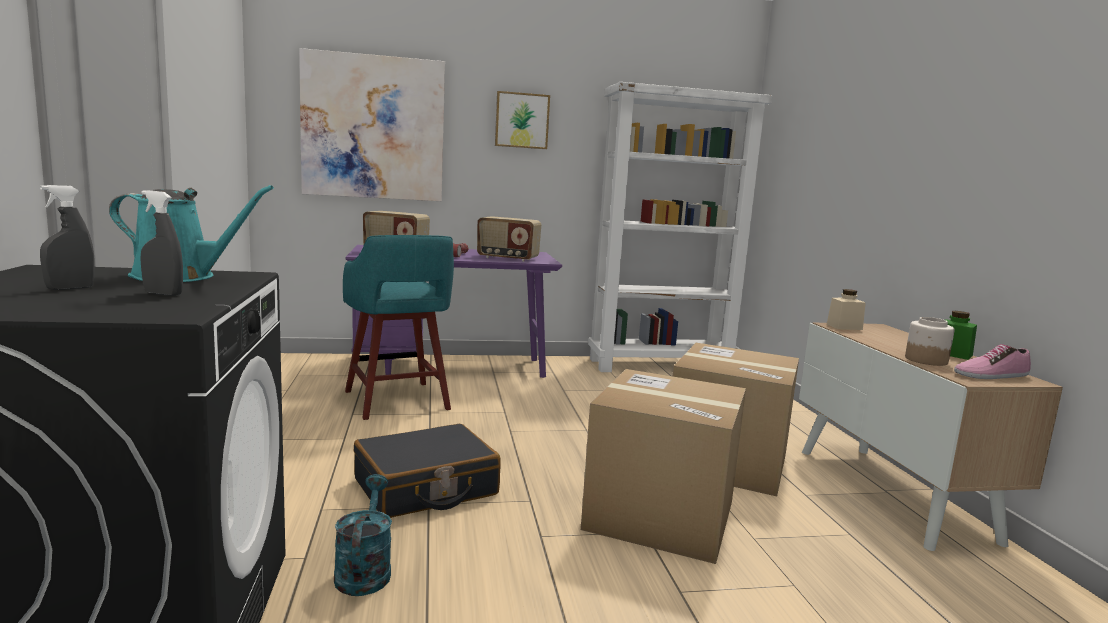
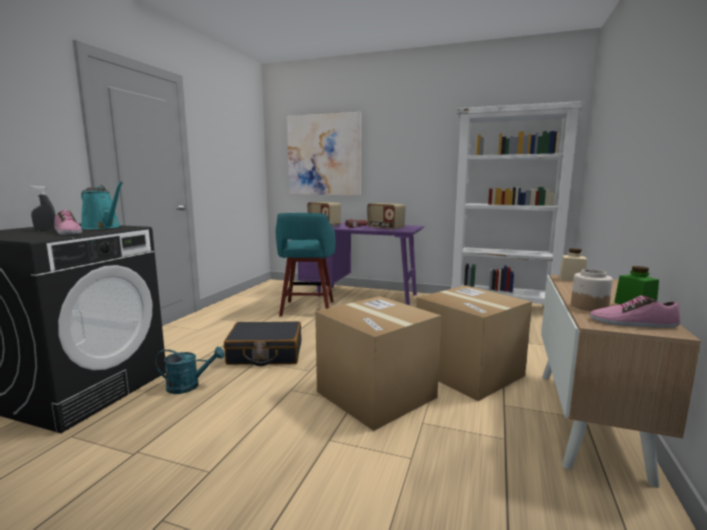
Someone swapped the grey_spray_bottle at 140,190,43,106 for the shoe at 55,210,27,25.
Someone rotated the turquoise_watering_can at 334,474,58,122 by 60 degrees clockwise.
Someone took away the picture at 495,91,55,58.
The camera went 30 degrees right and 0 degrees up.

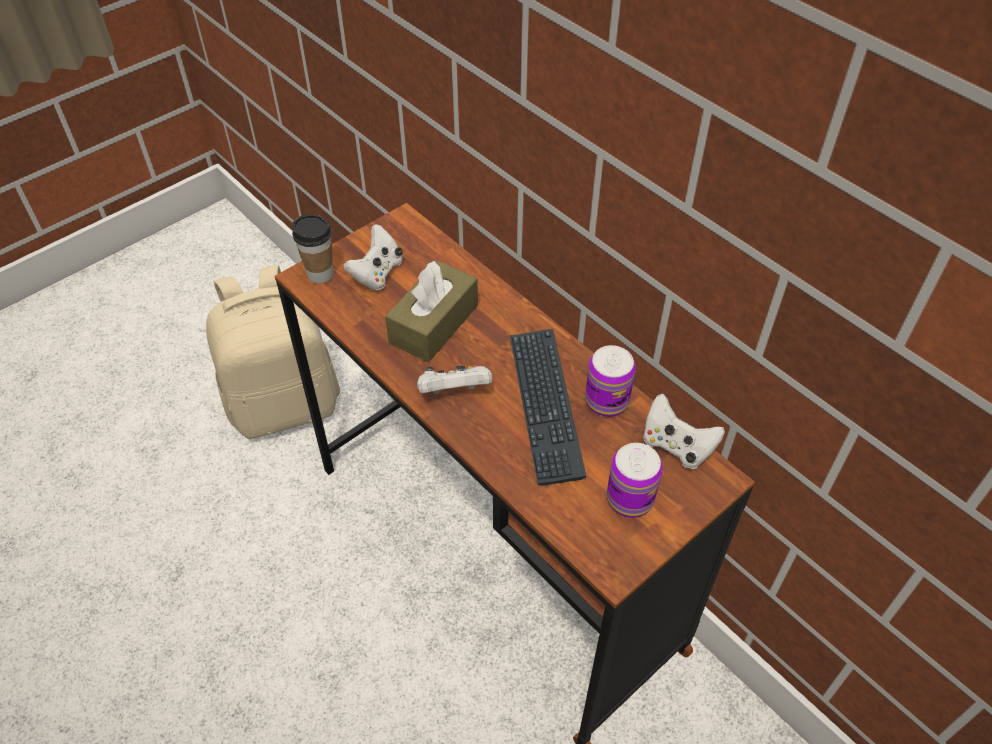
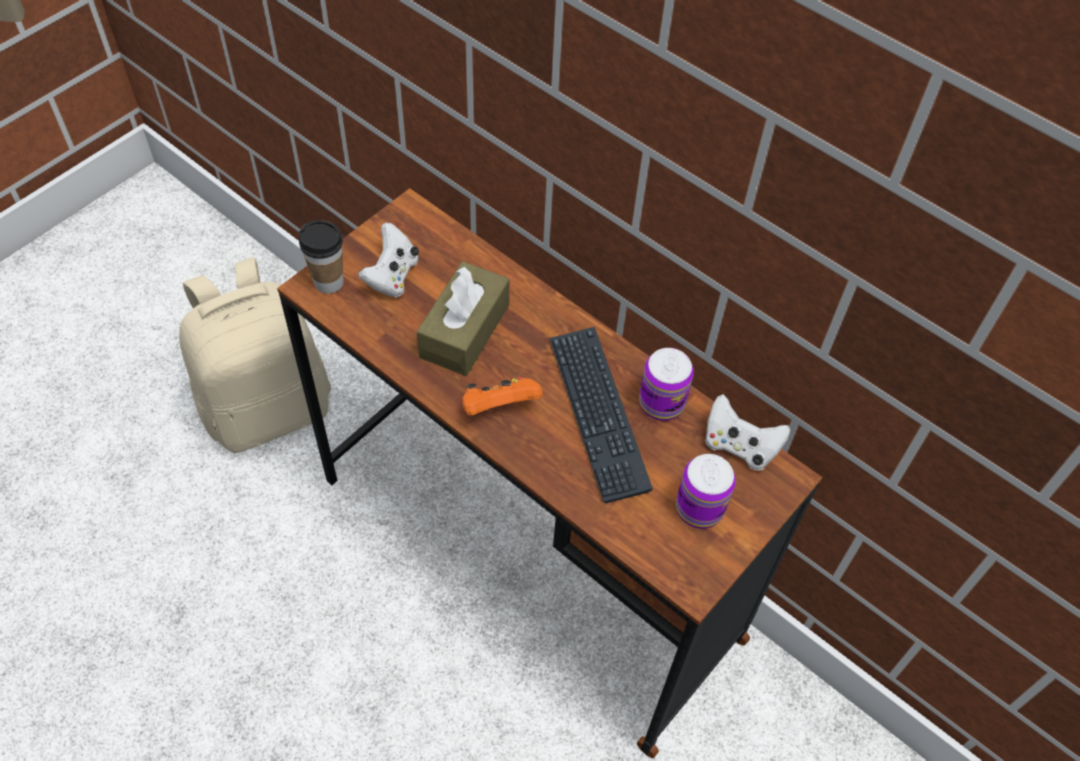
Someone repainted the white_game_controller at 417,365,75,30, which became the orange_game_controller at 462,377,80,39.
The camera went 10 degrees left and 5 degrees up.

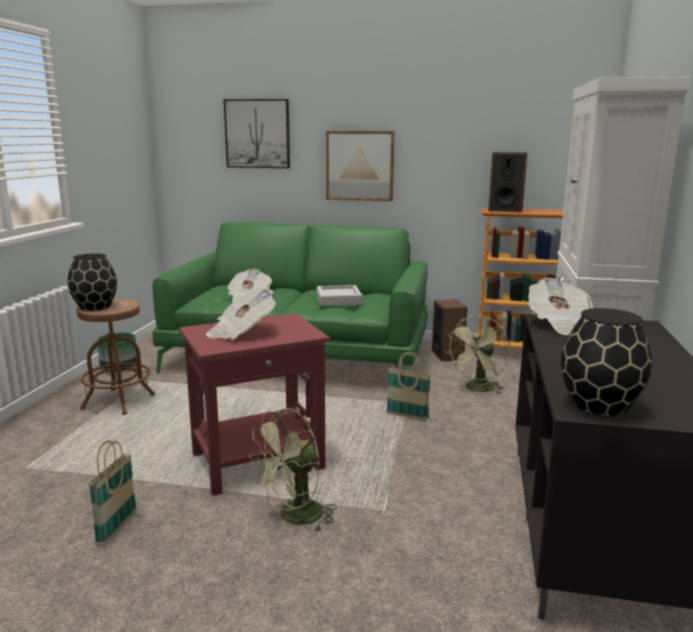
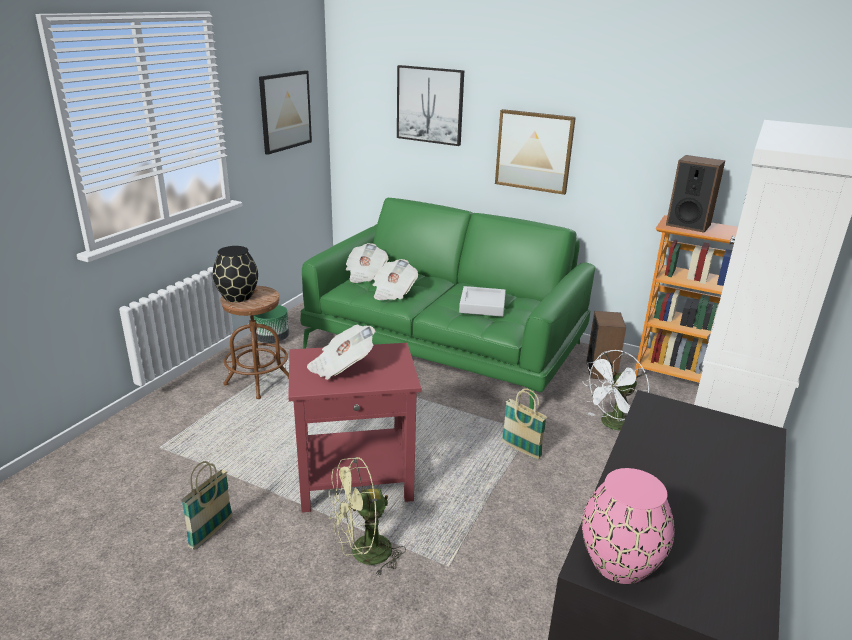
Someone repainted the green_fan at 445,315,65,79, which became the white_fan at 582,350,68,81.
Someone carried the newspaper from 528,278,65,57 to 346,243,42,40.
Someone repainted the black_vase at 561,308,91,108, which became the pink_vase at 582,468,92,116.
Someone put up the picture at 259,70,53,85.
The camera went 15 degrees right and 10 degrees up.

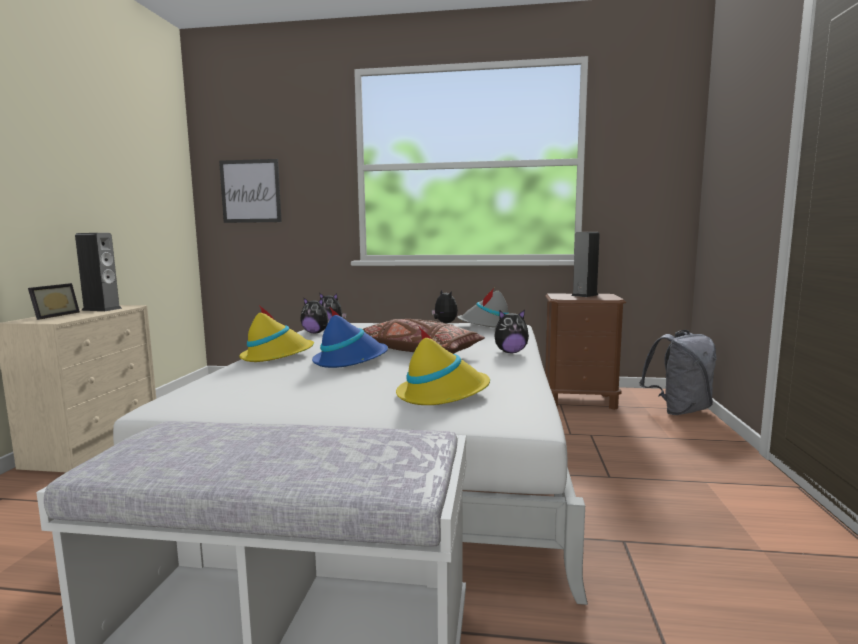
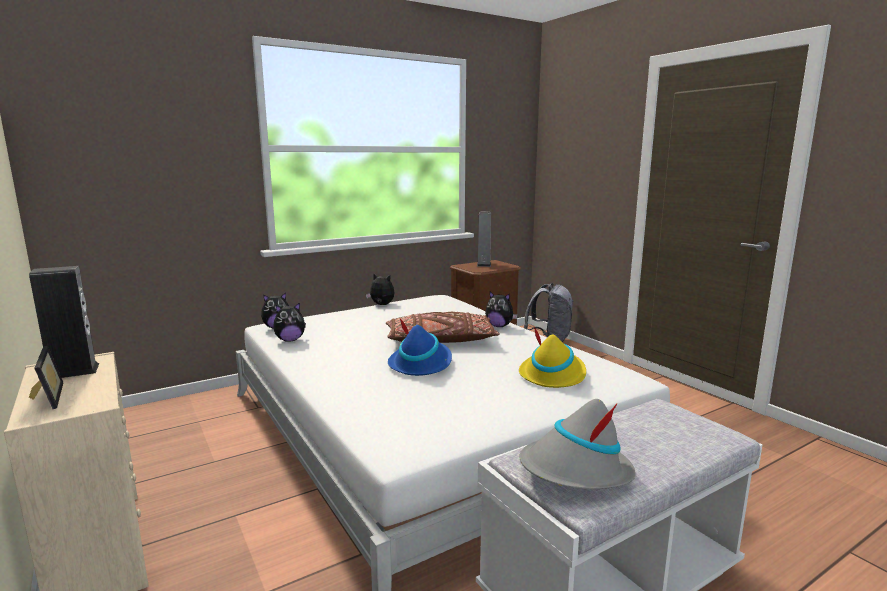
Someone took away the picture at 219,159,63,64.
Someone took away the yellow_hat at 239,305,75,57.
Someone carried the grey_hat from 457,288,52,40 to 519,399,117,90.
Someone rotated the plush_toy at 494,310,35,43 by 75 degrees clockwise.
The camera went 40 degrees left and 5 degrees up.

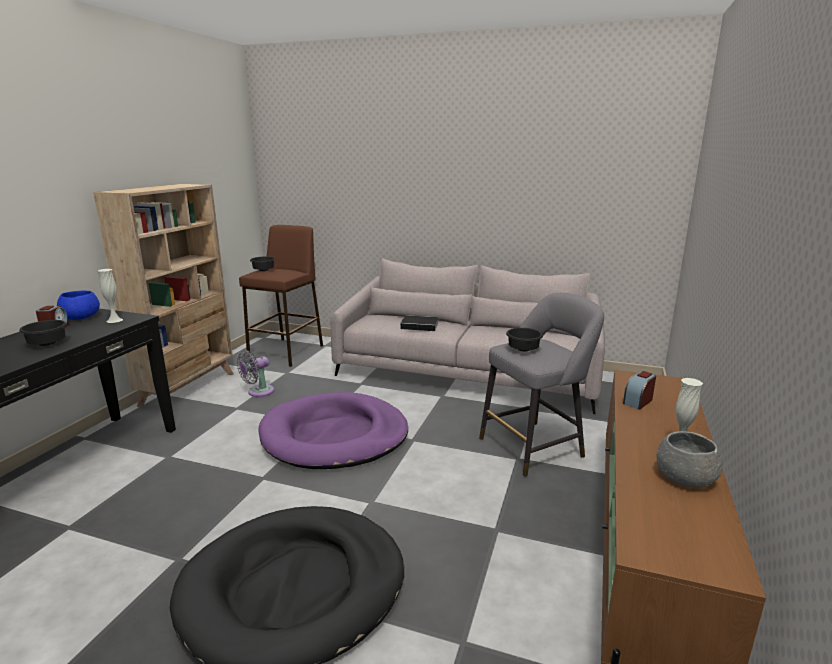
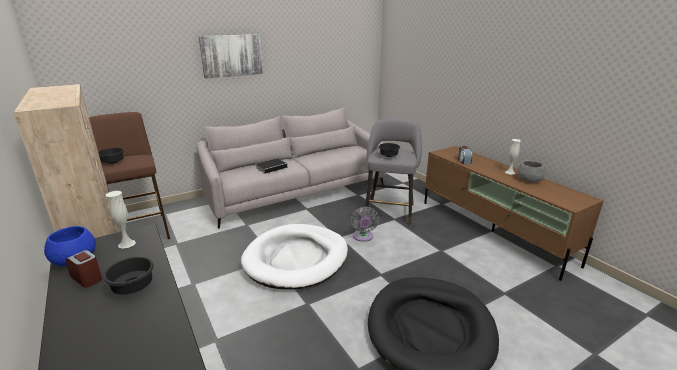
Someone carried the grey_fan from 237,350,37,47 to 351,207,28,35.
Someone repainted the purple_dog_bed at 258,392,150,77, which became the white_dog_bed at 241,224,107,65.
Someone put up the picture at 199,34,64,45.
The camera went 50 degrees left and 5 degrees up.

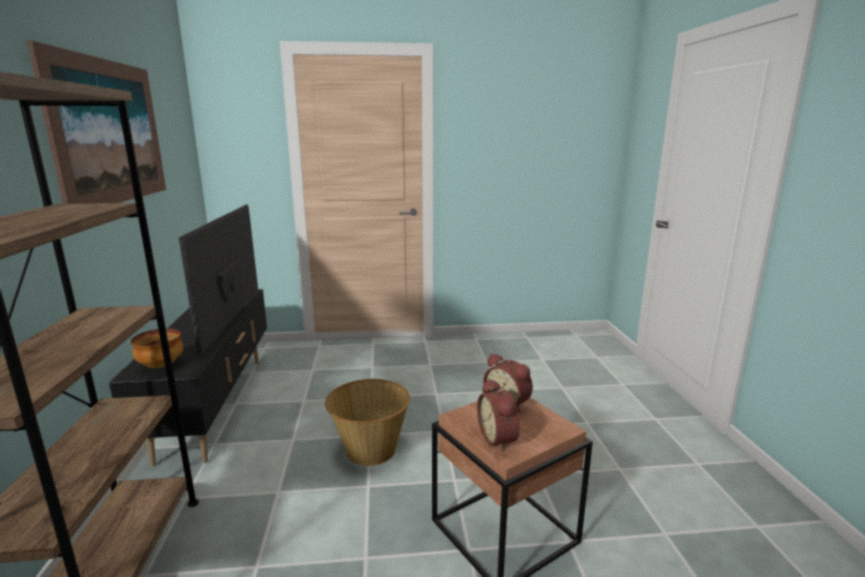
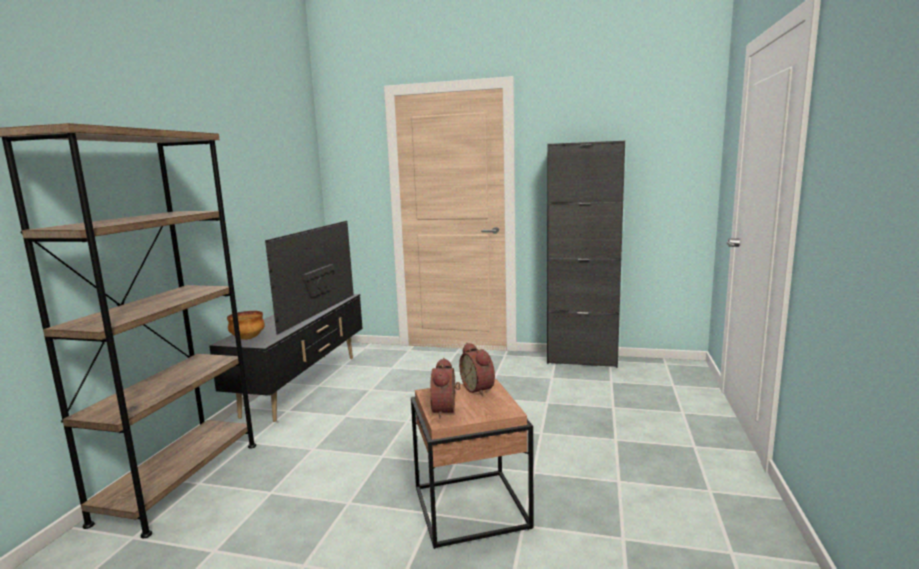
Someone took away the picture at 27,41,139,163.
Someone took away the basket at 325,379,85,87.
Someone put down the black_cabinet at 547,141,78,227.
The camera went 20 degrees right and 5 degrees down.

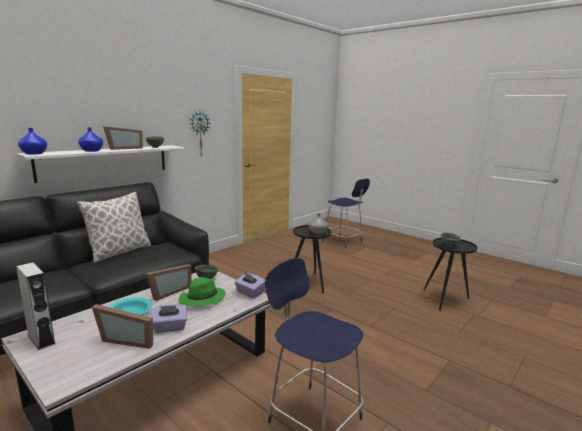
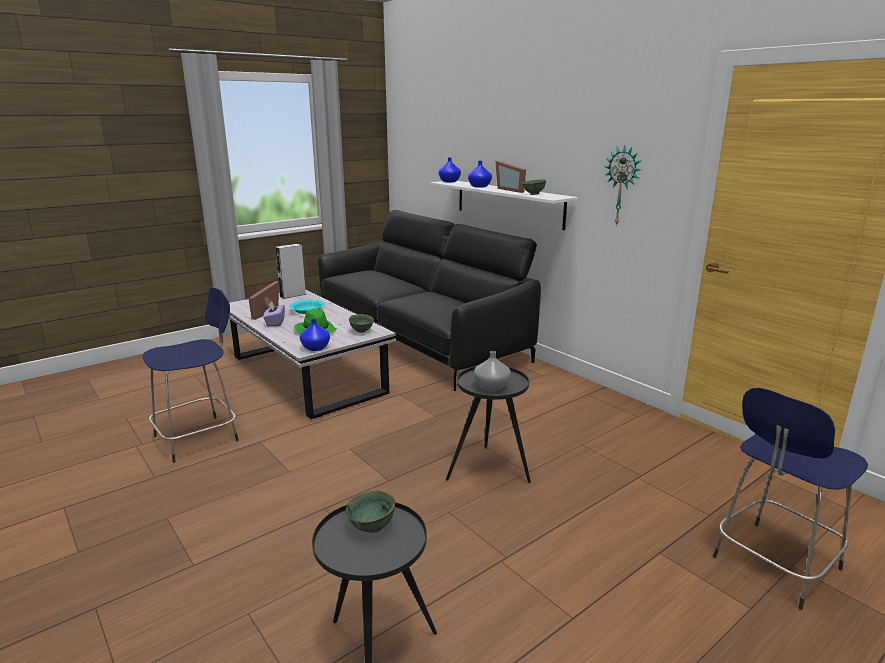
Someone took away the pillow at 77,192,74,71.
Someone took away the picture_frame at 146,264,45,37.
Someone swapped the purple_tissue_box at 234,272,31,26 for the blue_vase at 300,318,30,33.
The camera went 100 degrees right and 5 degrees up.

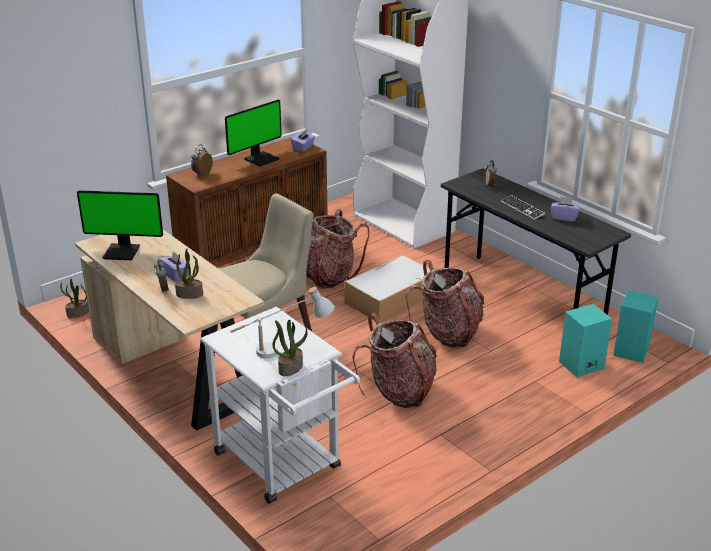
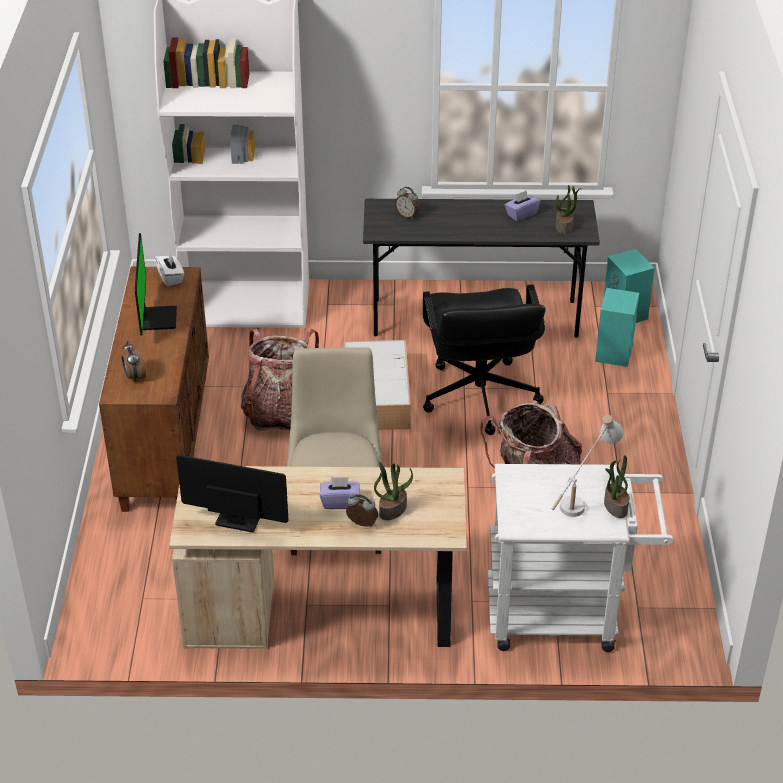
Someone carried the potted_plant from 60,279,29,39 to 555,185,26,49.
Someone rotated the monitor at 77,190,86,70 by 120 degrees counterclockwise.
Someone repainted the purple_tissue_box at 291,129,24,23, which became the white_tissue_box at 155,252,29,34.
Someone swapped the backpack at 406,260,79,88 for the black_office_chair at 423,284,123,151.
Someone took away the keyboard at 501,195,44,25.
The camera went 50 degrees left and 10 degrees up.

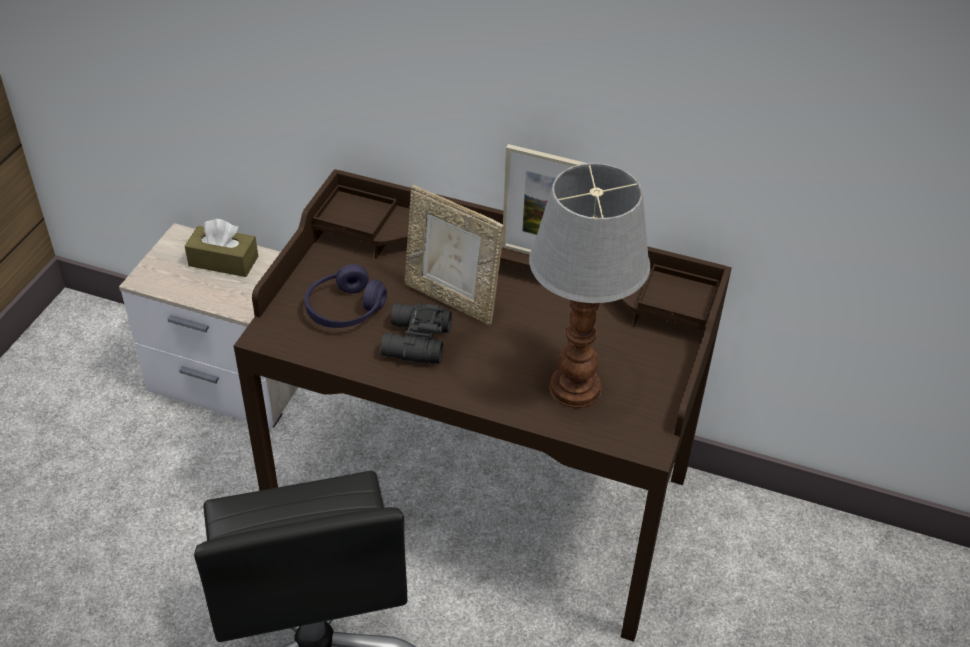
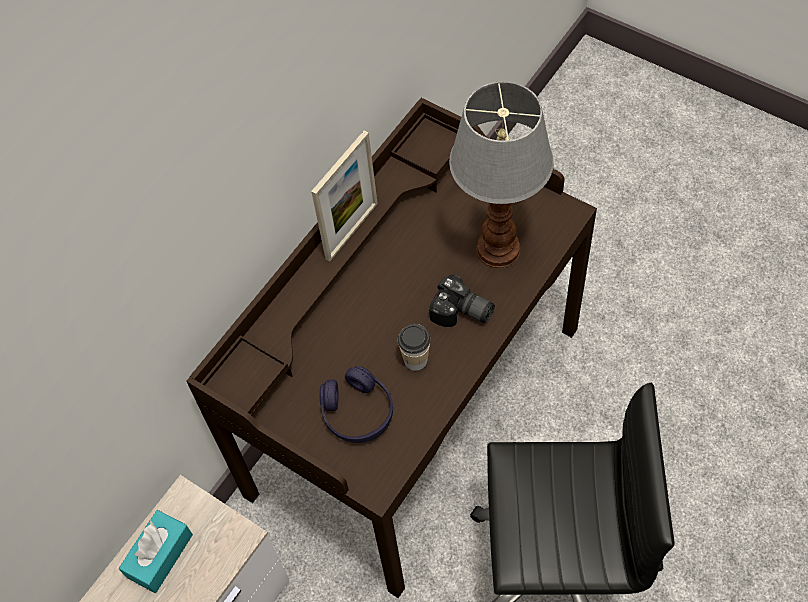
Someone repainted the brown_tissue_box at 185,219,73,58, which became the turquoise_tissue_box at 119,510,74,83.
Someone swapped the black_binoculars at 381,303,71,61 for the cup at 398,324,32,47.
Someone took away the picture_frame at 405,185,99,140.
Someone put down the photo_camera at 429,275,66,52.
The camera went 70 degrees left and 15 degrees up.

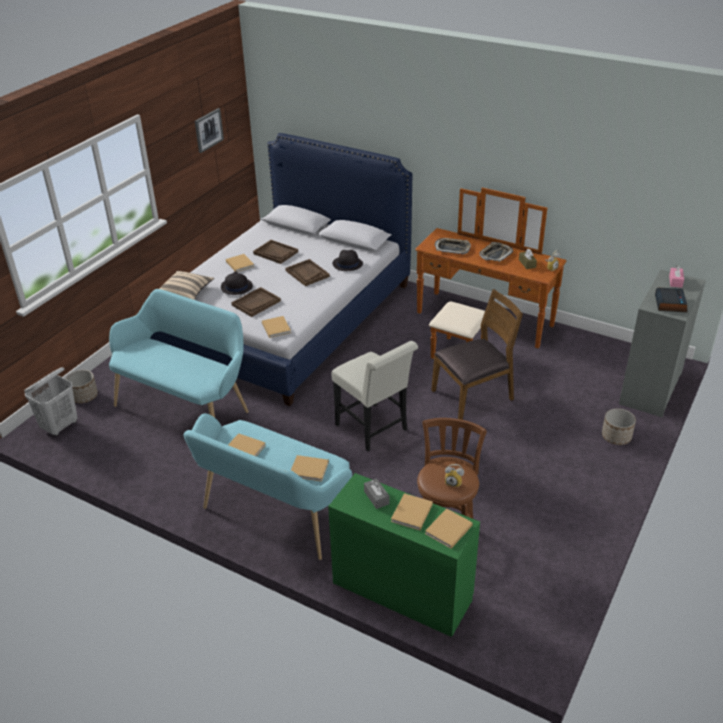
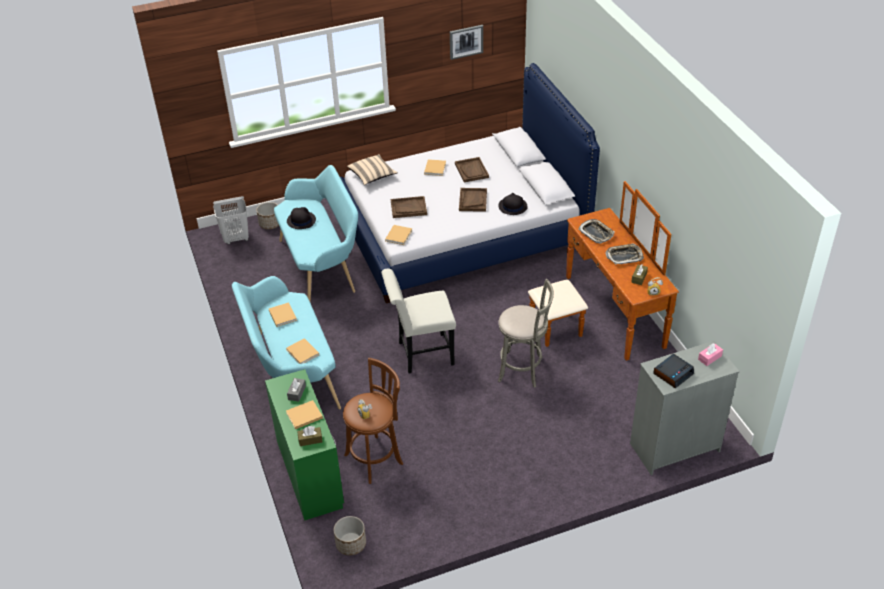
Someone carried the black_hat from 221,271,32,24 to 287,207,29,22.
Someone rotated the white_chair at 331,341,87,110 by 75 degrees clockwise.
Someone swapped the beige_book at 425,508,48,41 for the brown_tissue_box at 297,426,25,20.
Someone swapped the brown_chair at 431,289,92,131 for the grey_stool at 498,279,56,109.
Someone carried the planter from 602,408,34,37 to 334,516,32,39.
The camera went 40 degrees right and 5 degrees up.

